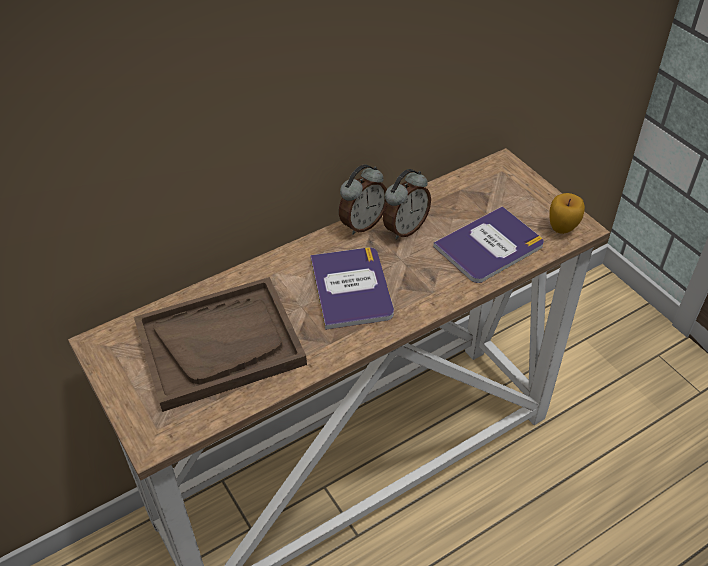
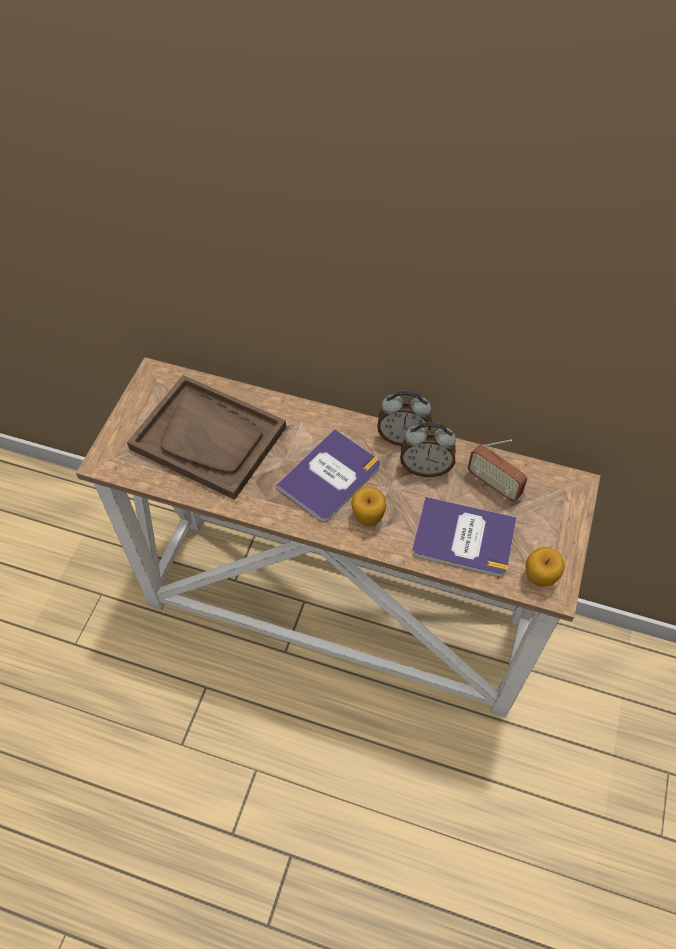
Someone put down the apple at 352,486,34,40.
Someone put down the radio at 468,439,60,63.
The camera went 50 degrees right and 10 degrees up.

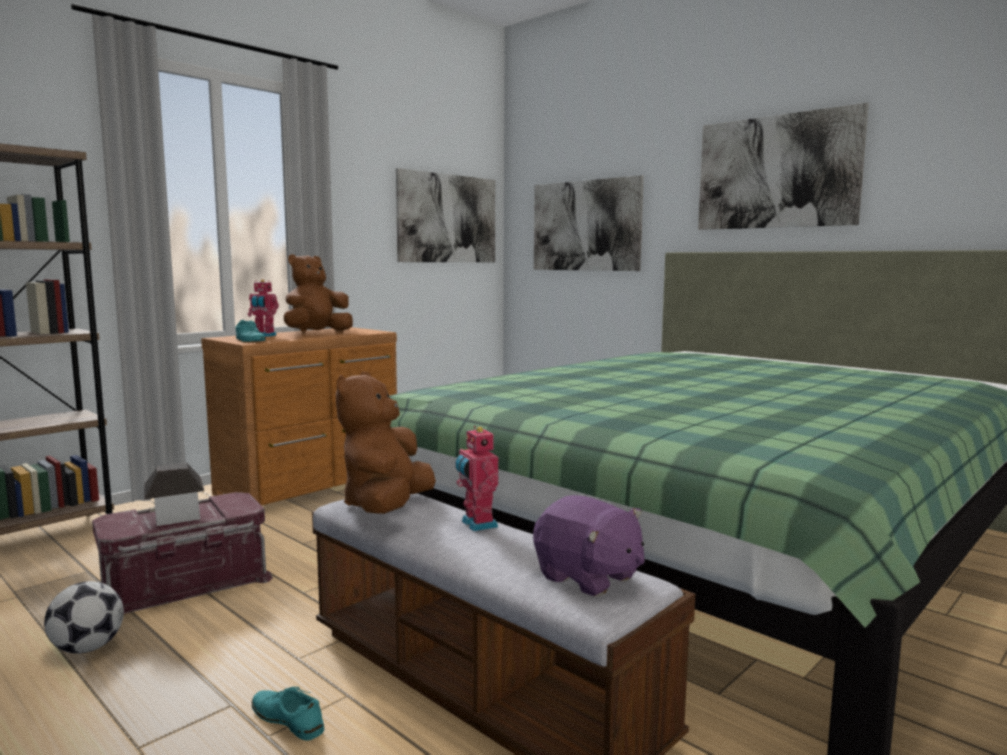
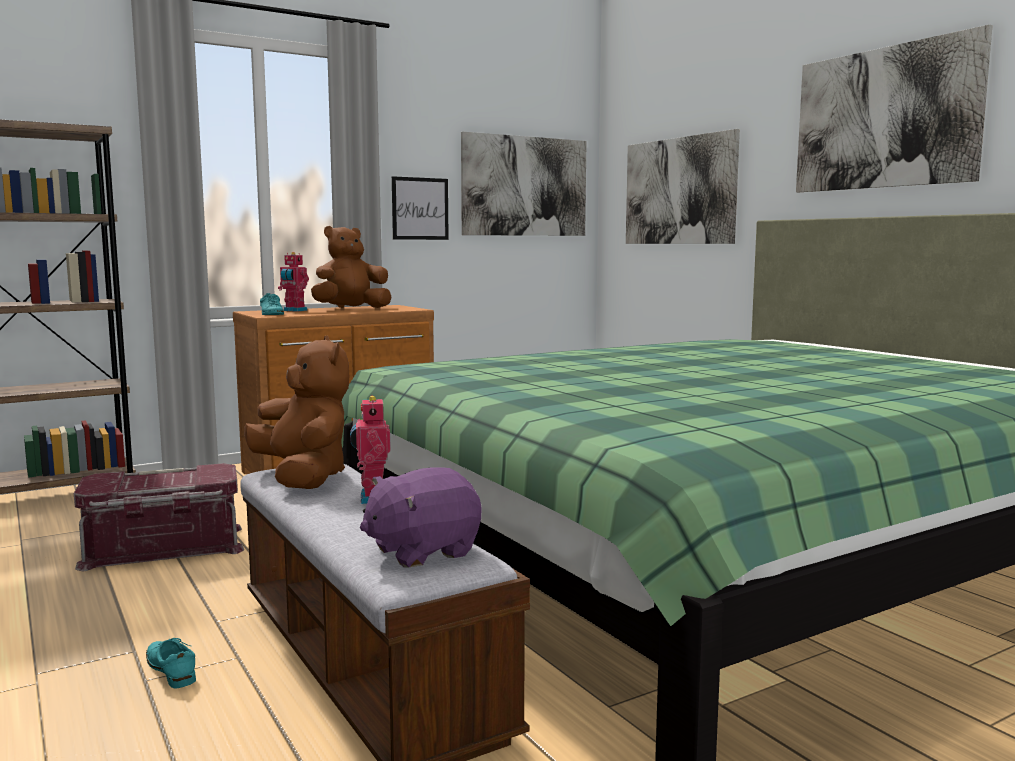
Someone took away the football at 44,581,80,73.
Someone took away the toy_house at 144,462,60,64.
Someone rotated the brown_plush_toy at 336,372,100,142 by 120 degrees clockwise.
Someone rotated the purple_plush_toy at 533,495,112,101 by 90 degrees clockwise.
Someone put up the picture at 392,176,57,64.
The camera went 15 degrees right and 0 degrees up.

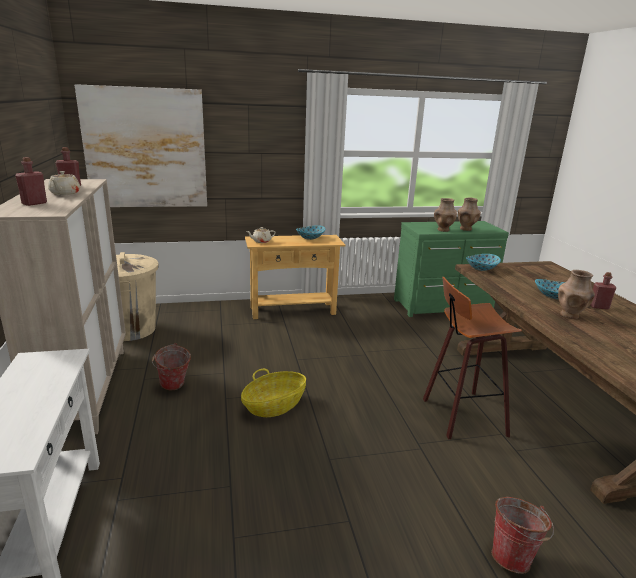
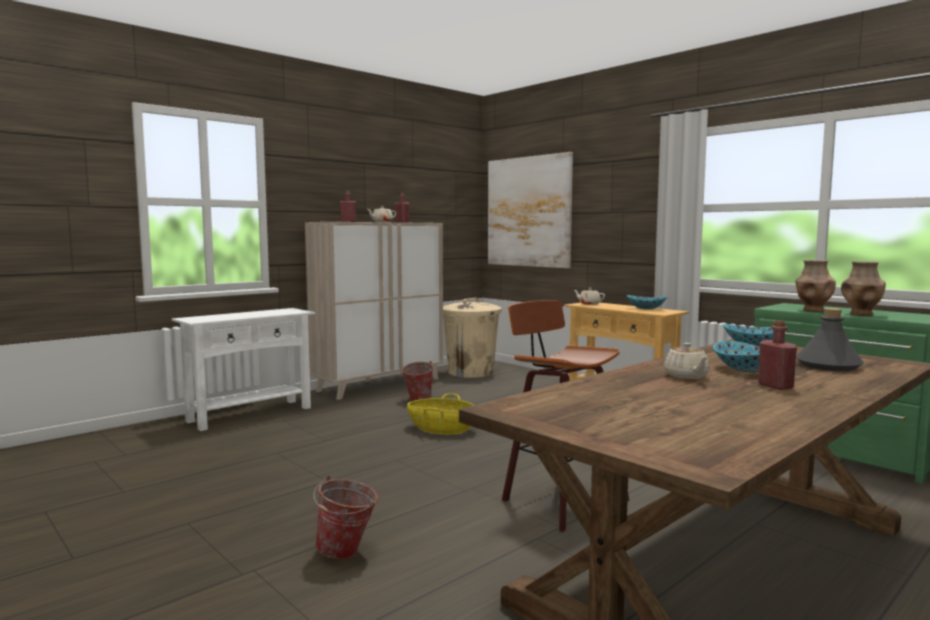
Someone swapped the brown_vase at 558,270,37,49 for the beige_teapot at 664,343,45,36.
Someone put down the grey_bottle at 796,308,68,63.
The camera went 60 degrees right and 15 degrees down.

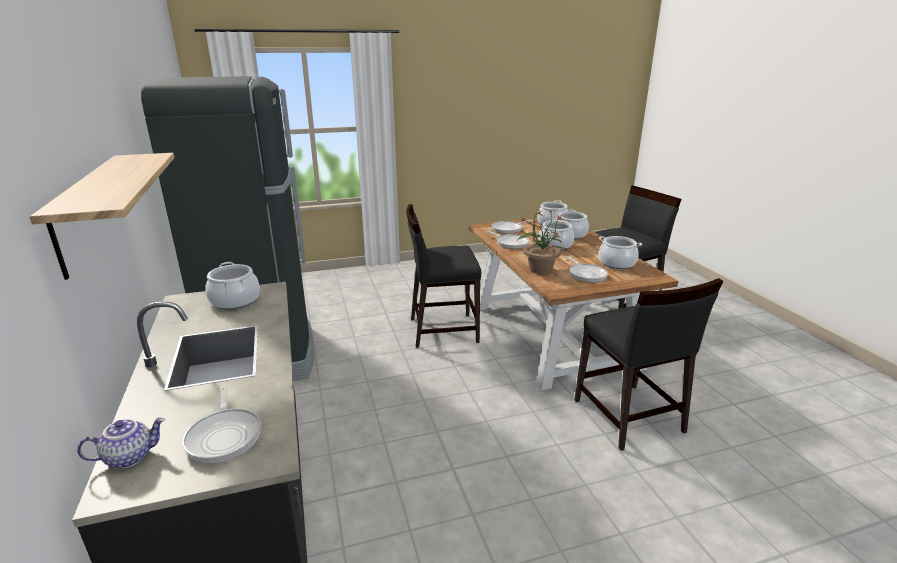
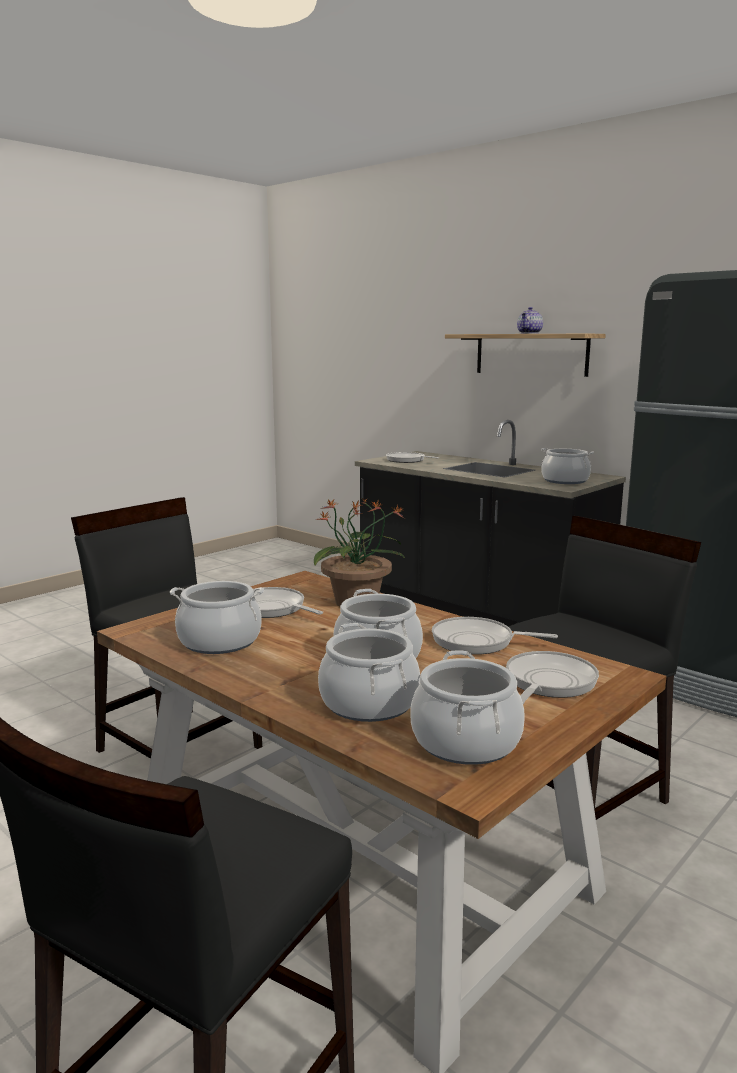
Someone carried the teapot from 77,418,88,50 to 517,307,26,27.
The camera went 150 degrees right and 10 degrees down.

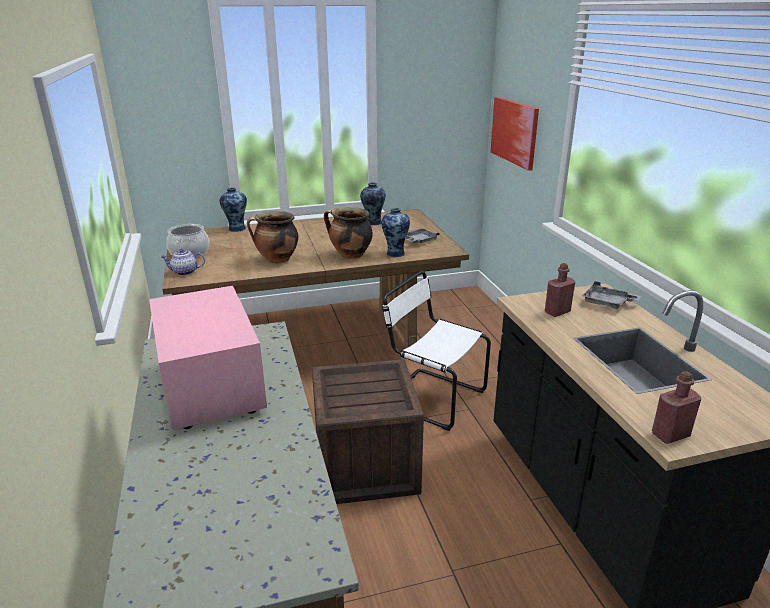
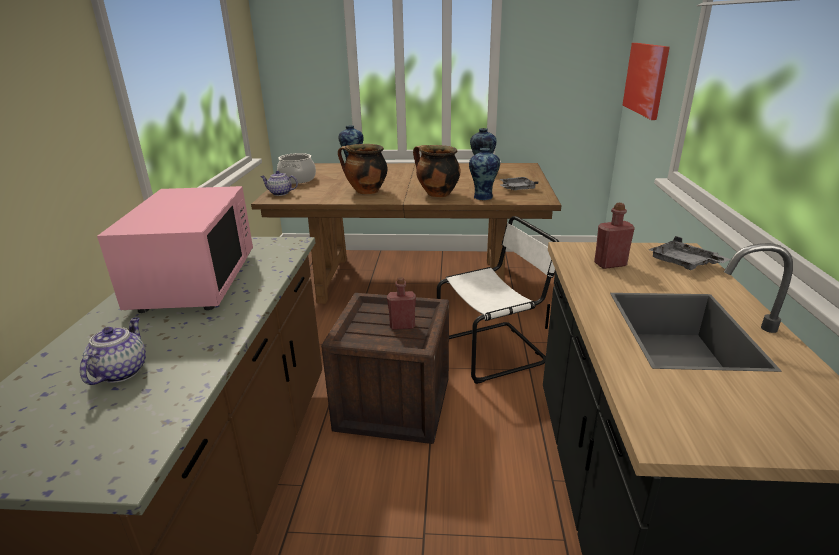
Someone rotated the white_chair at 382,271,109,160 by 105 degrees clockwise.
Someone carried the red_bottle from 652,371,49,73 to 387,277,29,53.
Someone put down the teapot at 80,317,66,68.
The camera went 20 degrees right and 0 degrees up.

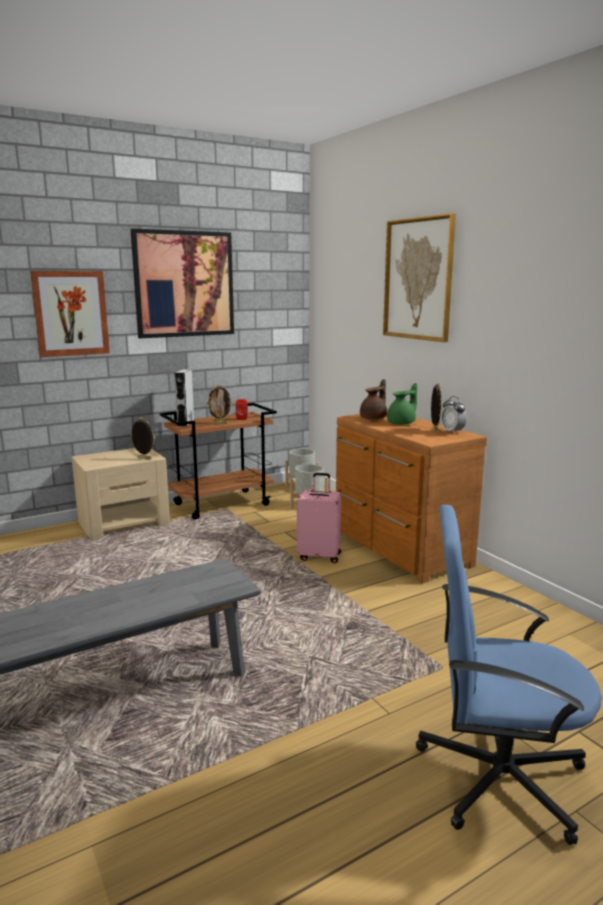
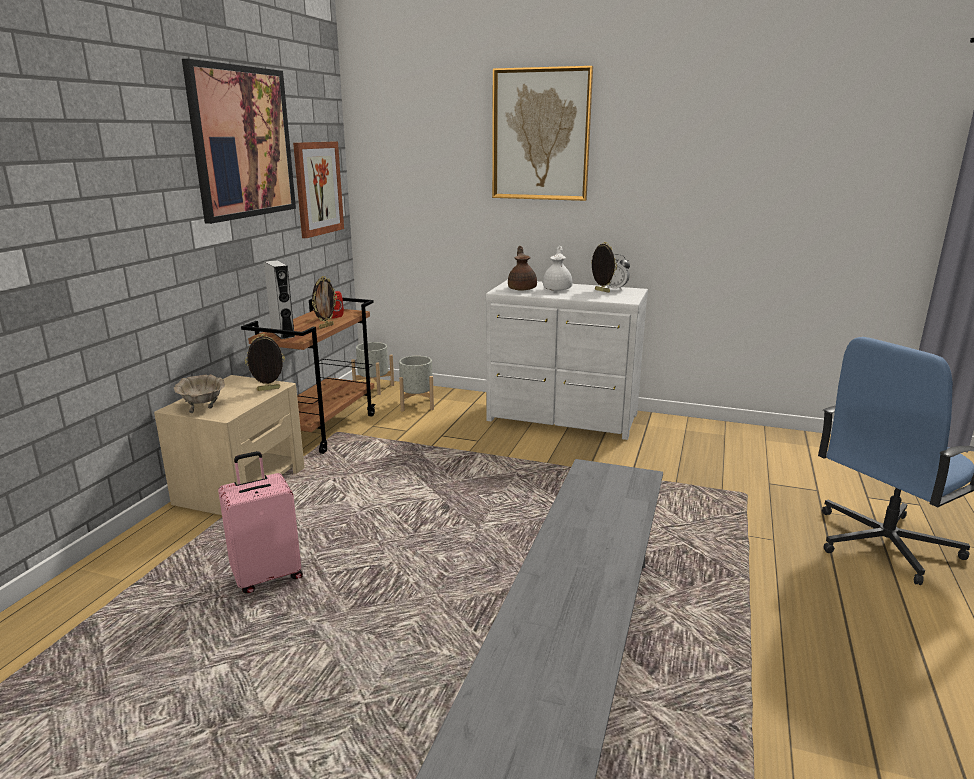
Someone carried the picture from 30,271,80,86 to 293,142,51,96.
Someone carried the pink_suitcase from 297,473,44,90 to 218,451,85,143.
Someone repainted the brown_dresser at 336,410,151,174, which became the white_dresser at 486,280,162,160.
Someone repainted the green_teapot at 387,383,30,42, which became the white_teapot at 543,246,30,45.
Someone put down the beige_bowl at 174,374,51,39.
The camera went 40 degrees left and 5 degrees up.

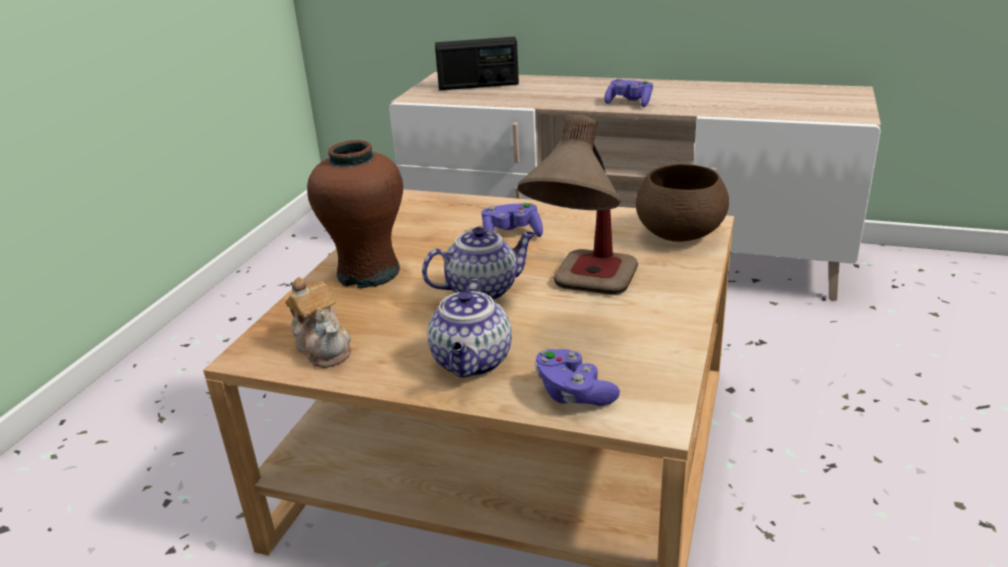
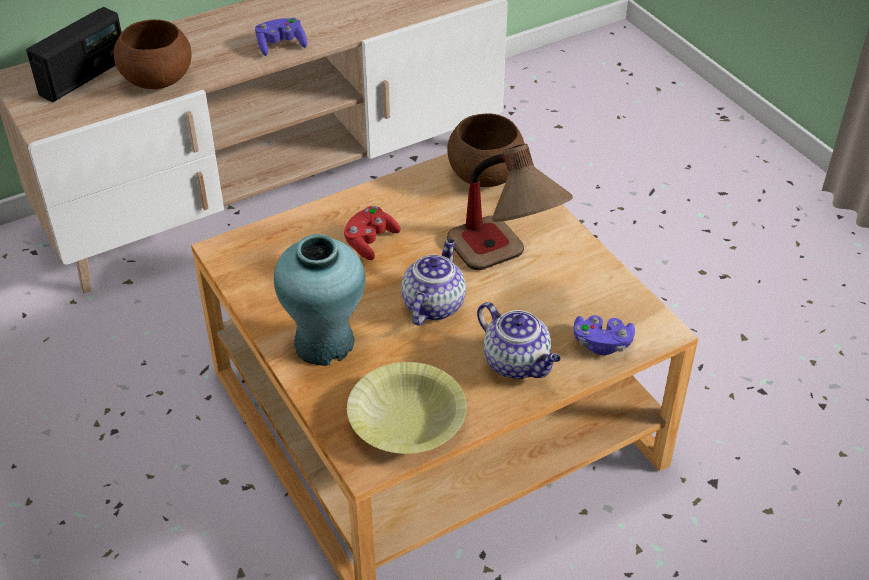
Someone swapped the teapot at 285,277,66,91 for the yellow_bowl at 347,362,120,92.
Someone repainted the brown_vase at 307,140,96,148, which became the turquoise_vase at 274,234,91,132.
Someone repainted the purple_game_controller at 482,203,61,34, which became the red_game_controller at 344,206,57,54.
Someone put down the brown_bowl at 114,19,78,70.
The camera went 50 degrees left and 15 degrees up.

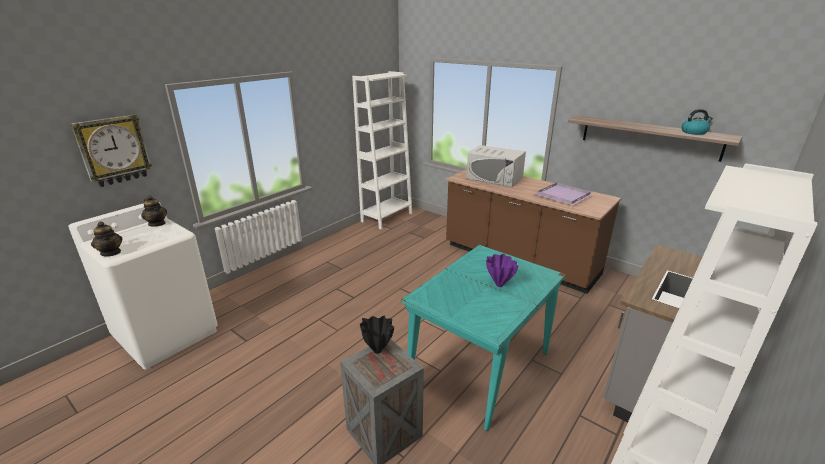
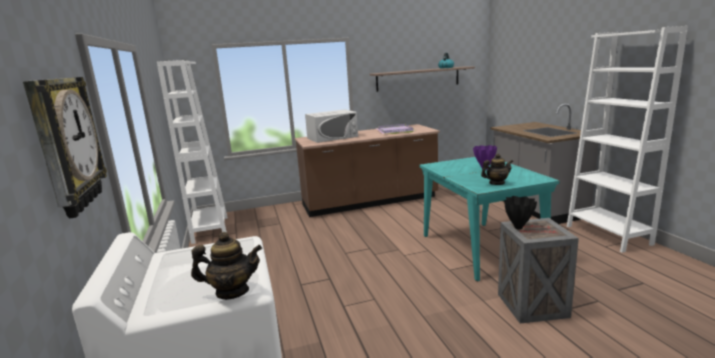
Someone carried the teapot from 141,196,26,31 to 481,154,32,31.
The camera went 55 degrees left and 10 degrees down.

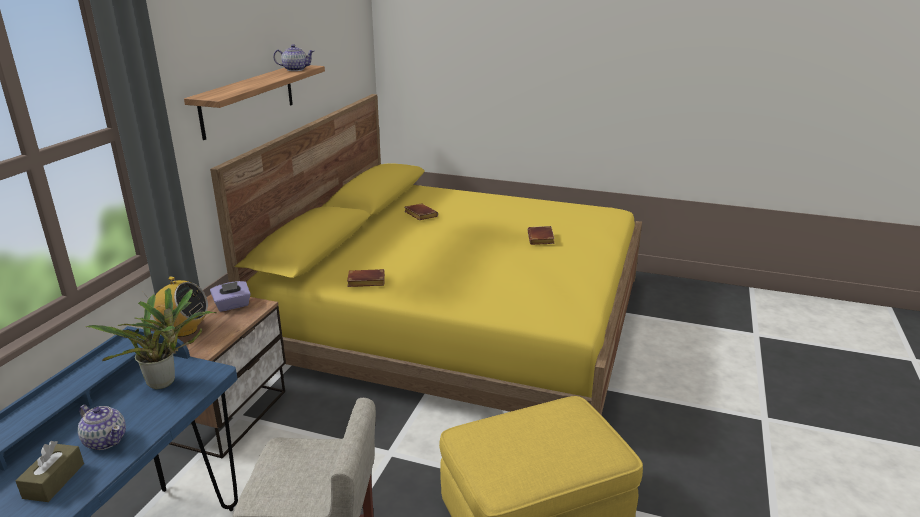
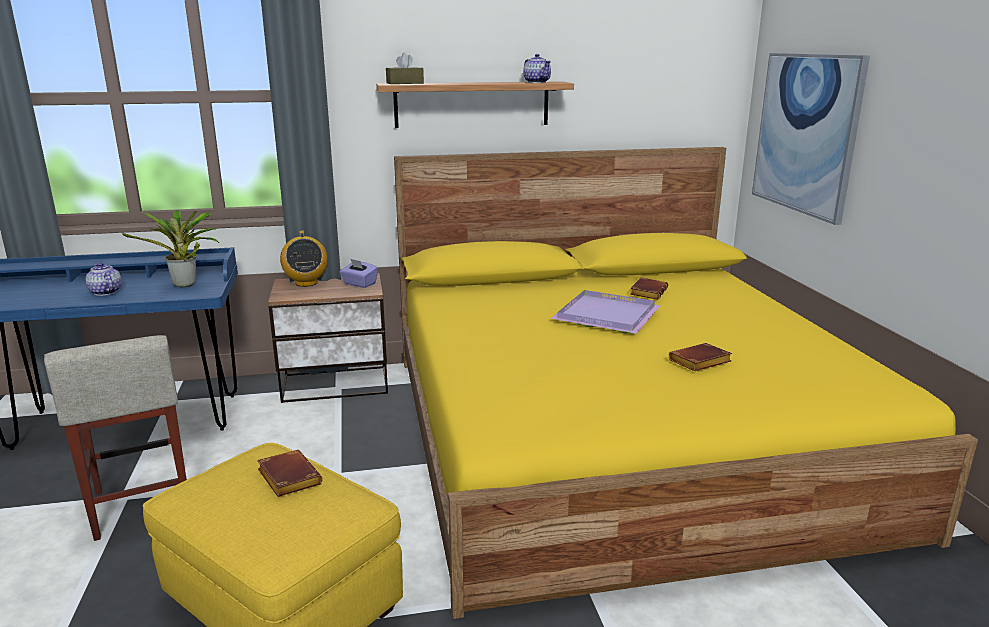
Someone carried the brown_tissue_box from 16,441,68,61 to 386,53,38,31.
Someone rotated the teapot at 78,405,48,45 by 135 degrees clockwise.
Someone carried the brown_book from 347,269,38,18 to 257,450,65,47.
Someone put down the purple_tray at 550,290,111,44.
Someone put up the picture at 752,53,118,172.
The camera went 60 degrees right and 5 degrees down.

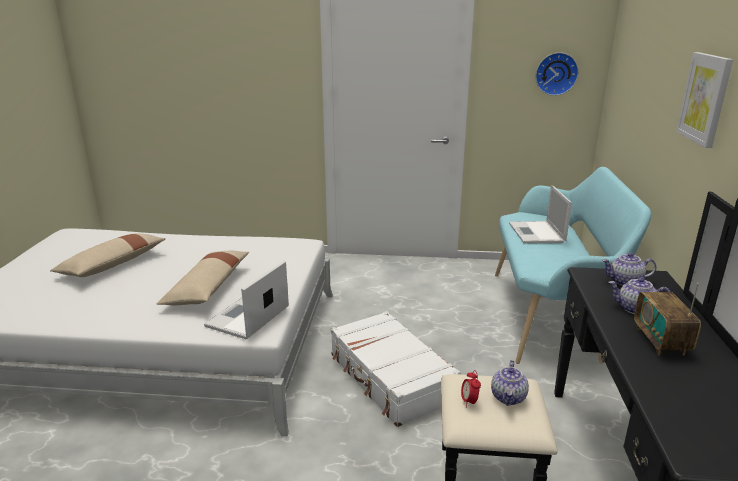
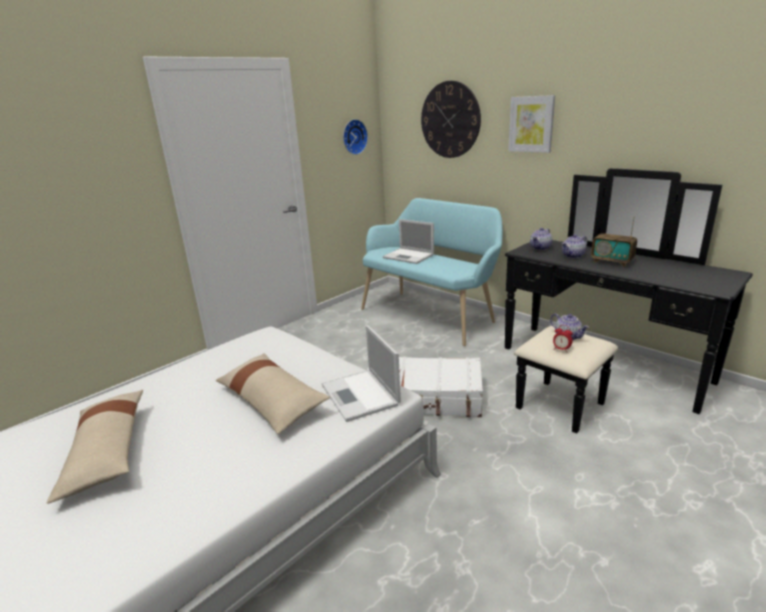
Someone put up the wall_clock at 421,81,60,77.
The camera went 50 degrees left and 0 degrees up.

